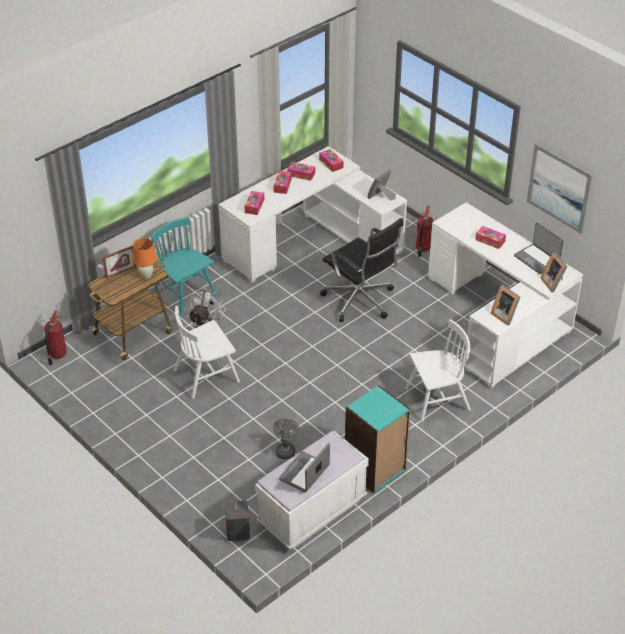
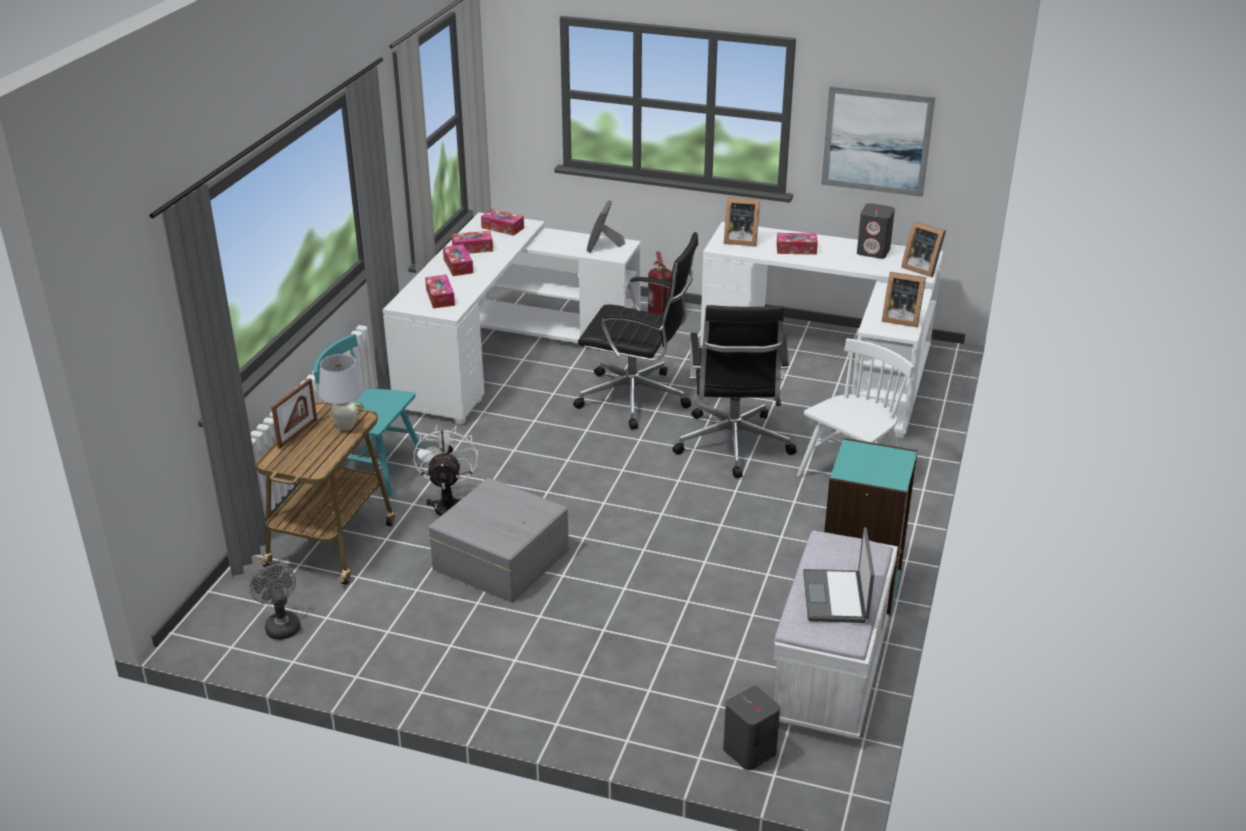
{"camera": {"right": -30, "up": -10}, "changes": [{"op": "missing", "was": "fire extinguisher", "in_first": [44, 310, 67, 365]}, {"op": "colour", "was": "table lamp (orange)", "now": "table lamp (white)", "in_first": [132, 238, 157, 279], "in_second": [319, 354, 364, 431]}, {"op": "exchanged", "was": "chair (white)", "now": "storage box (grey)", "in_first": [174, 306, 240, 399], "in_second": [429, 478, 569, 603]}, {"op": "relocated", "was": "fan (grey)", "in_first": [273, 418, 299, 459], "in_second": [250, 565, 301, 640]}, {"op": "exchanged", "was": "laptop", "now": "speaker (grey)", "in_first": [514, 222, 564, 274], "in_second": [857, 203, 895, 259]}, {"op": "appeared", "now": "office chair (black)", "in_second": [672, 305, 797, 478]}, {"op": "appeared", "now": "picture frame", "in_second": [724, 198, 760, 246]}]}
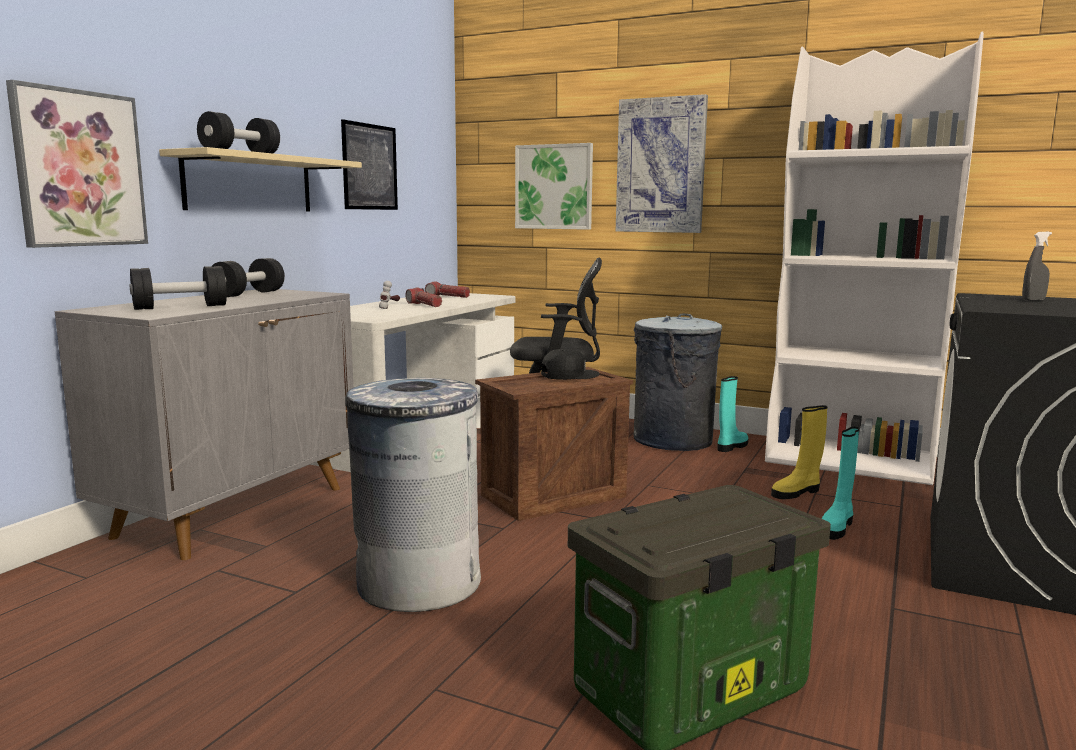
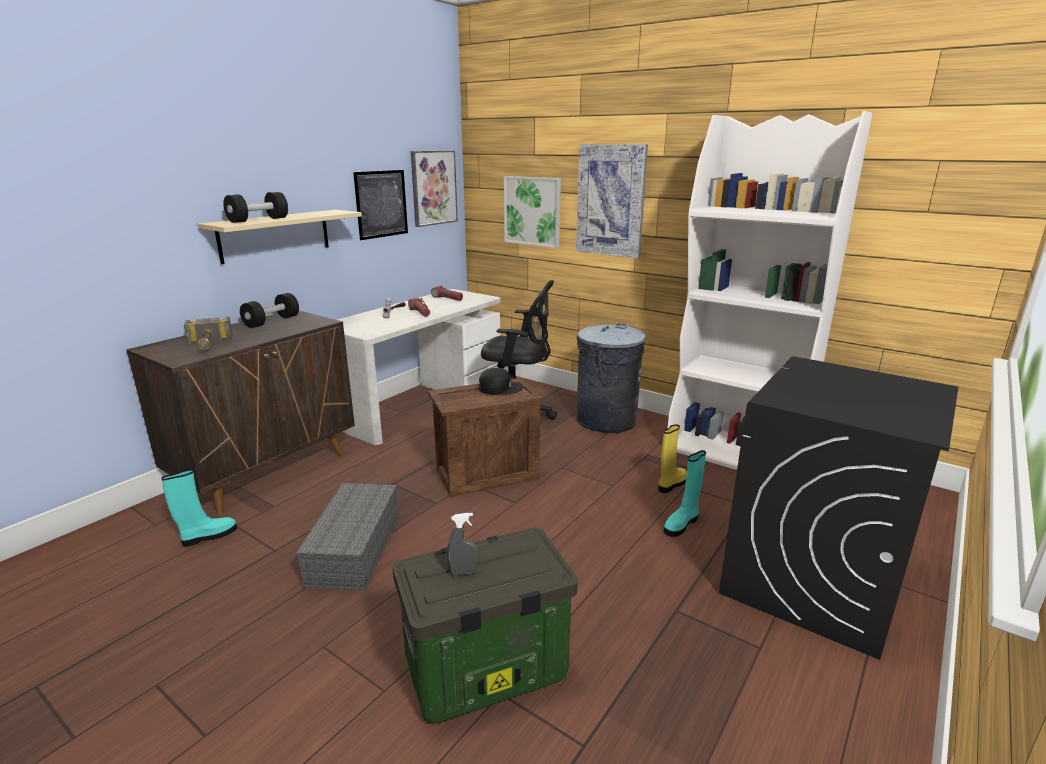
{"camera": {"right": 10, "up": 10}, "changes": [{"op": "relocated", "was": "picture", "in_first": [6, 80, 148, 248], "in_second": [411, 151, 458, 227]}, {"op": "colour", "was": "cabinet (grey)", "now": "cabinet (brown)", "in_first": [55, 289, 353, 560], "in_second": [126, 311, 355, 515]}, {"op": "exchanged", "was": "dumbbell (black)", "now": "hammer", "in_first": [130, 266, 227, 310], "in_second": [184, 317, 233, 350]}, {"op": "exchanged", "was": "trash can (grey)", "now": "storage box (grey)", "in_first": [345, 378, 481, 612], "in_second": [296, 483, 399, 591]}, {"op": "relocated", "was": "boot (turquoise)", "in_first": [718, 376, 748, 452], "in_second": [162, 469, 237, 547]}, {"op": "spun", "was": "boot (yellow)", "in_first": [771, 405, 828, 499], "in_second": [658, 424, 687, 493], "clockwise": 150}, {"op": "relocated", "was": "spray bottle (grey)", "in_first": [1022, 232, 1052, 301], "in_second": [447, 513, 478, 575]}]}
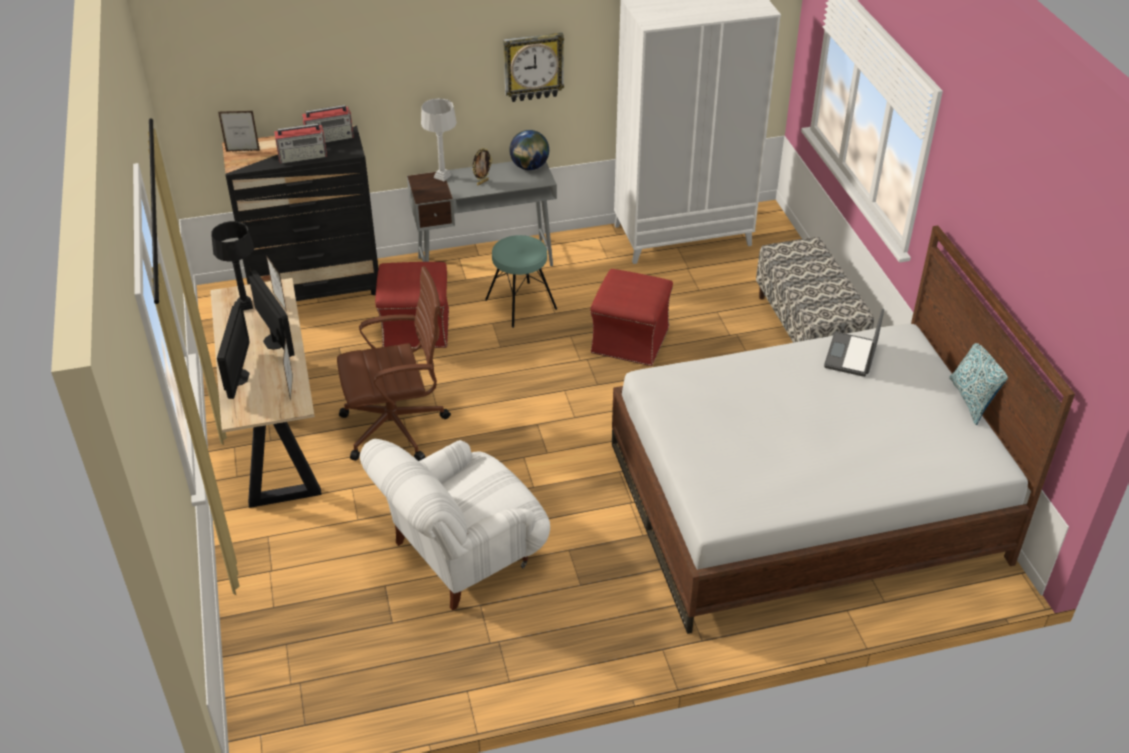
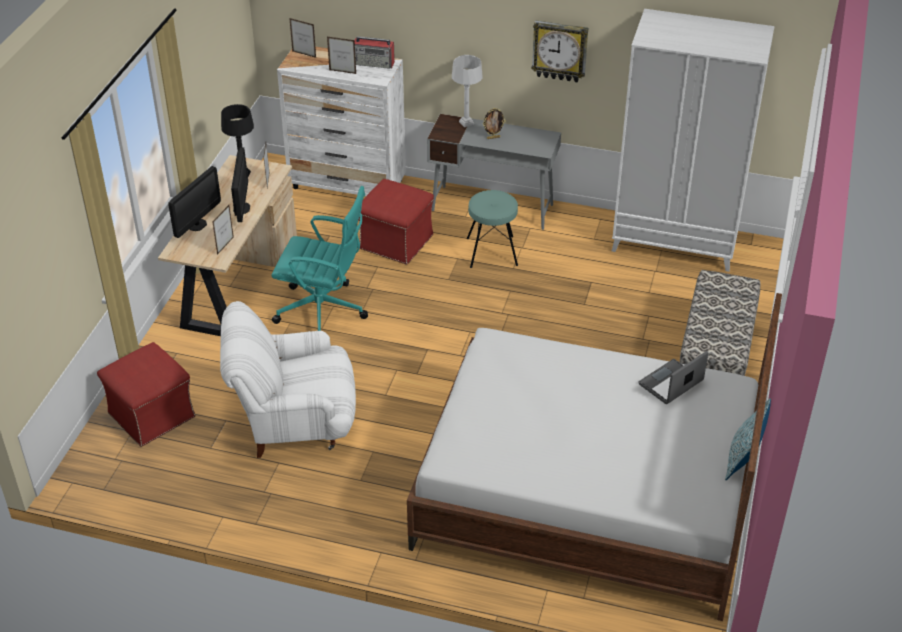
{"camera": {"right": 30, "up": 0}, "changes": [{"op": "colour", "was": "dresser (black)", "now": "dresser (white)", "in_first": [222, 125, 378, 301], "in_second": [277, 46, 406, 196]}, {"op": "exchanged", "was": "radio", "now": "picture frame", "in_first": [274, 124, 327, 163], "in_second": [327, 36, 356, 74]}, {"op": "colour", "was": "office chair (brown)", "now": "office chair (turquoise)", "in_first": [337, 266, 451, 461], "in_second": [271, 186, 368, 331]}, {"op": "missing", "was": "globe", "in_first": [509, 130, 549, 170]}, {"op": "relocated", "was": "ottoman (red)", "in_first": [590, 269, 673, 366], "in_second": [97, 342, 196, 447]}]}
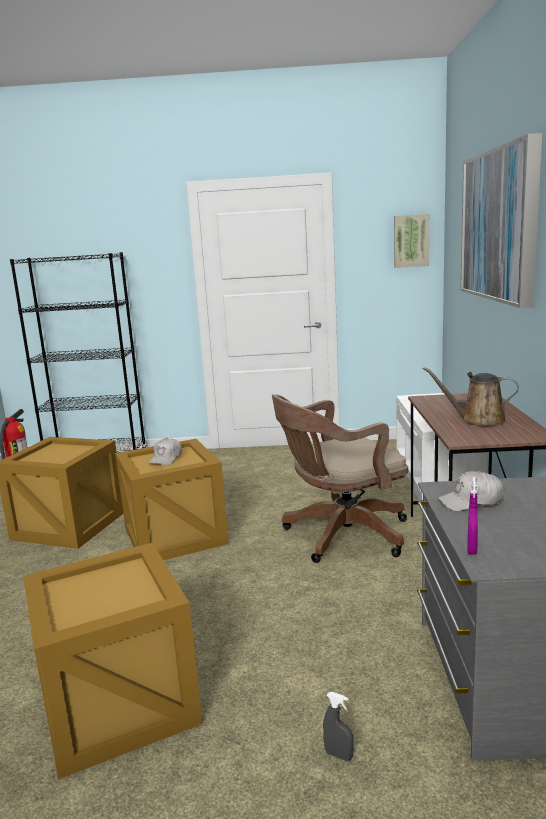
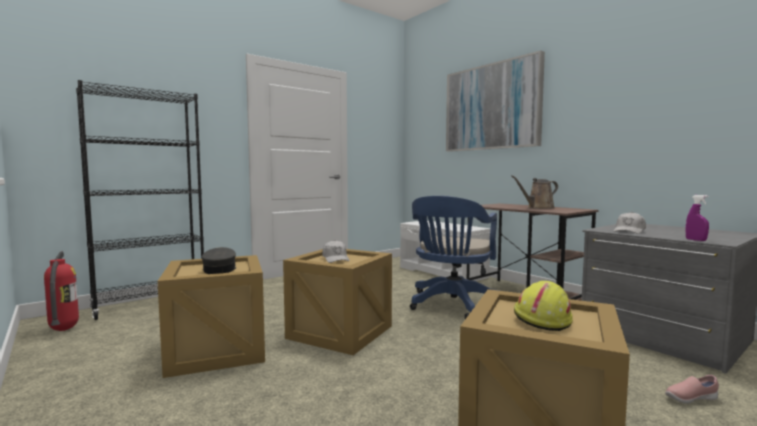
{"camera": {"right": -40, "up": -10}, "changes": [{"op": "colour", "was": "office chair (brown)", "now": "office chair (blue)", "in_first": [272, 394, 408, 563], "in_second": [410, 196, 500, 319]}, {"op": "exchanged", "was": "spray bottle (grey)", "now": "shoe (pink)", "in_first": [323, 692, 354, 761], "in_second": [665, 375, 719, 404]}, {"op": "missing", "was": "picture", "in_first": [394, 214, 429, 268]}, {"op": "appeared", "now": "cap (grey)", "in_second": [202, 247, 236, 274]}, {"op": "appeared", "now": "hard hat (yellow)", "in_second": [514, 281, 573, 331]}]}
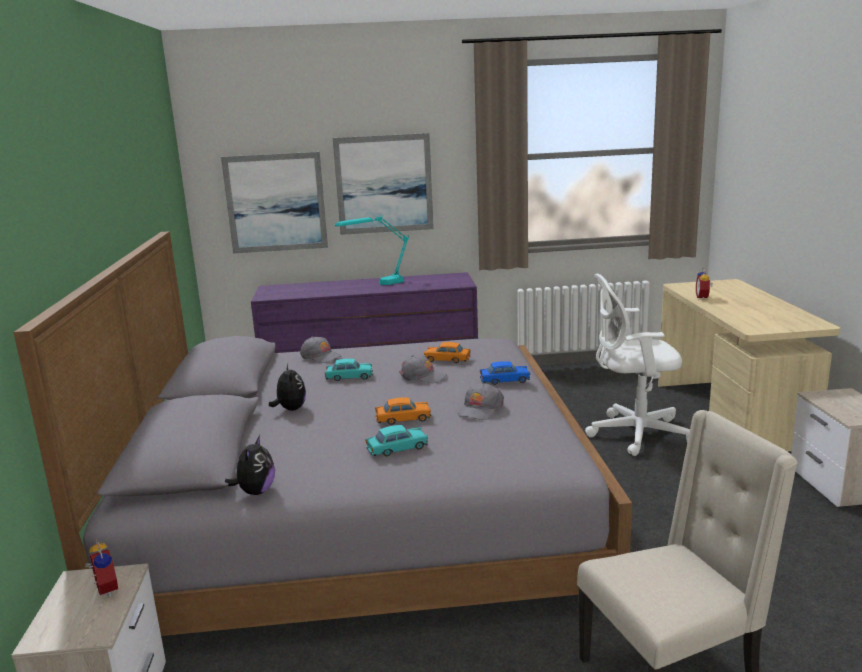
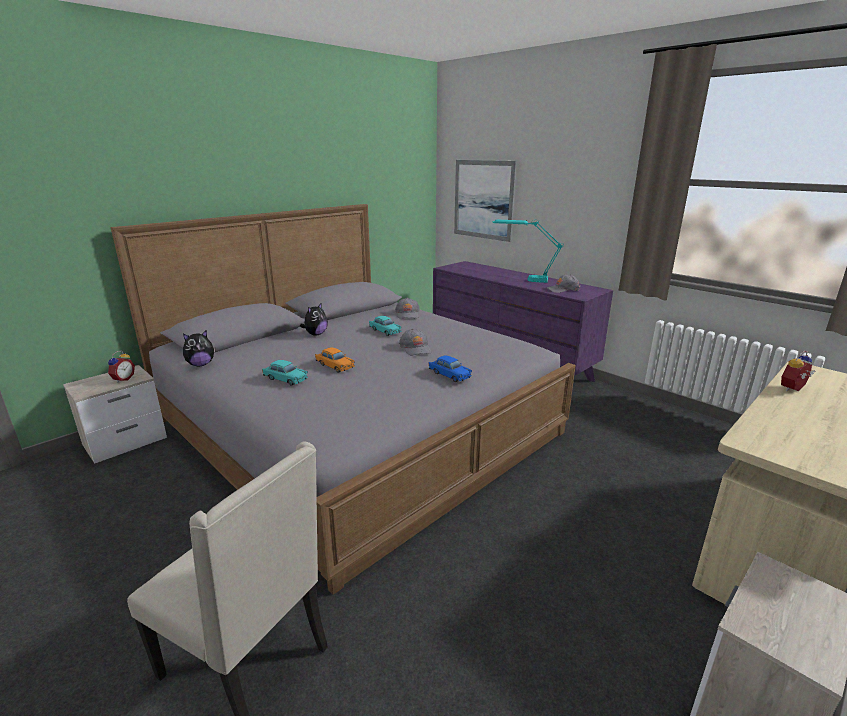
{"camera": {"right": 50, "up": 5}, "changes": [{"op": "missing", "was": "picture", "in_first": [333, 133, 434, 235]}, {"op": "missing", "was": "toy car (orange)", "in_first": [424, 342, 471, 363]}, {"op": "relocated", "was": "cap (grey)", "in_first": [458, 383, 504, 420], "in_second": [547, 274, 581, 293]}, {"op": "missing", "was": "office chair (white)", "in_first": [585, 273, 690, 456]}]}
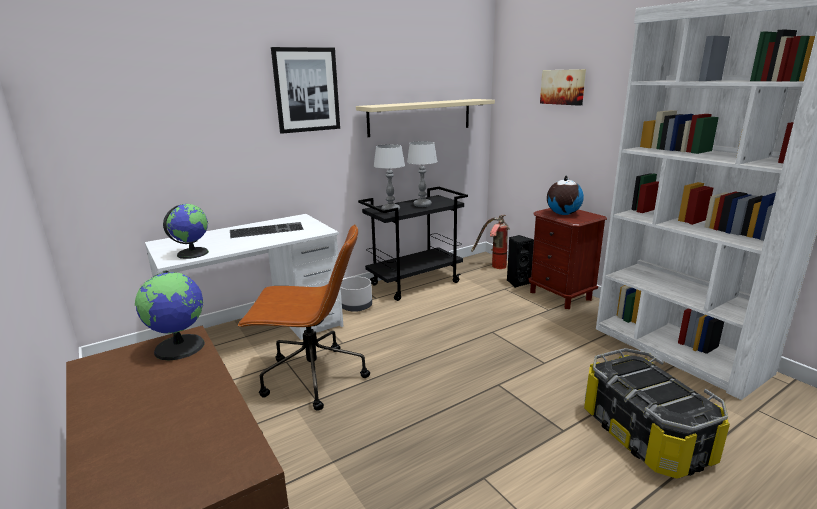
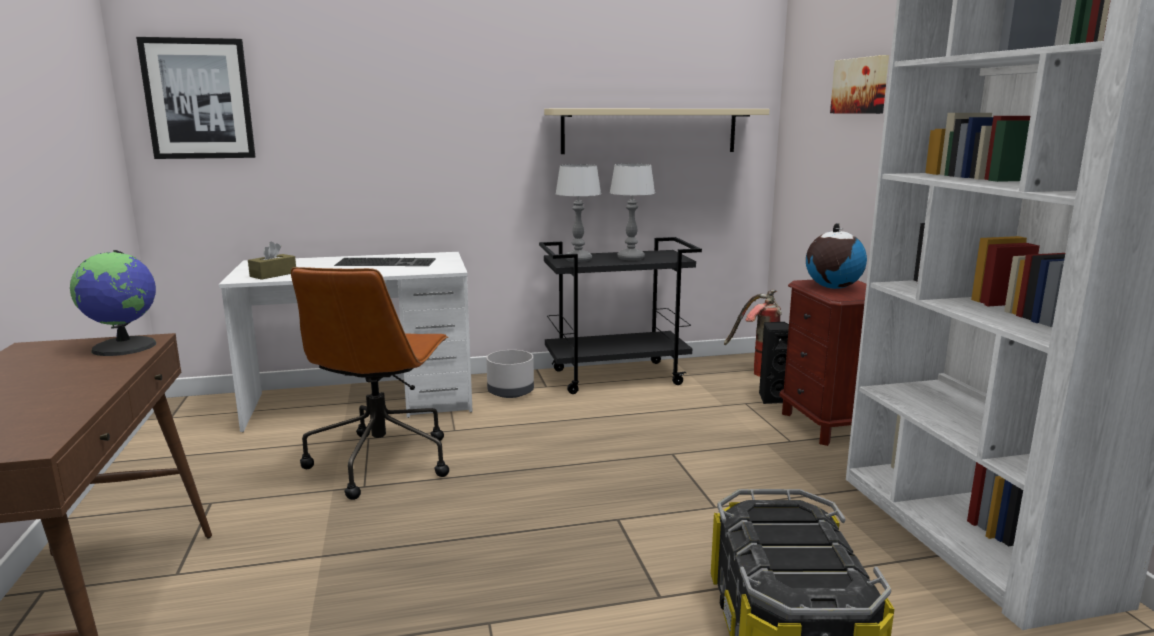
{"camera": {"right": 20, "up": -5}, "changes": [{"op": "exchanged", "was": "globe", "now": "tissue box (brown)", "in_first": [163, 204, 209, 259], "in_second": [248, 242, 296, 280]}, {"op": "spun", "was": "office chair (brown)", "in_first": [238, 224, 370, 411], "in_second": [291, 267, 449, 500], "clockwise": 75}, {"op": "relocated", "was": "picture", "in_first": [271, 47, 340, 134], "in_second": [136, 37, 255, 159]}]}
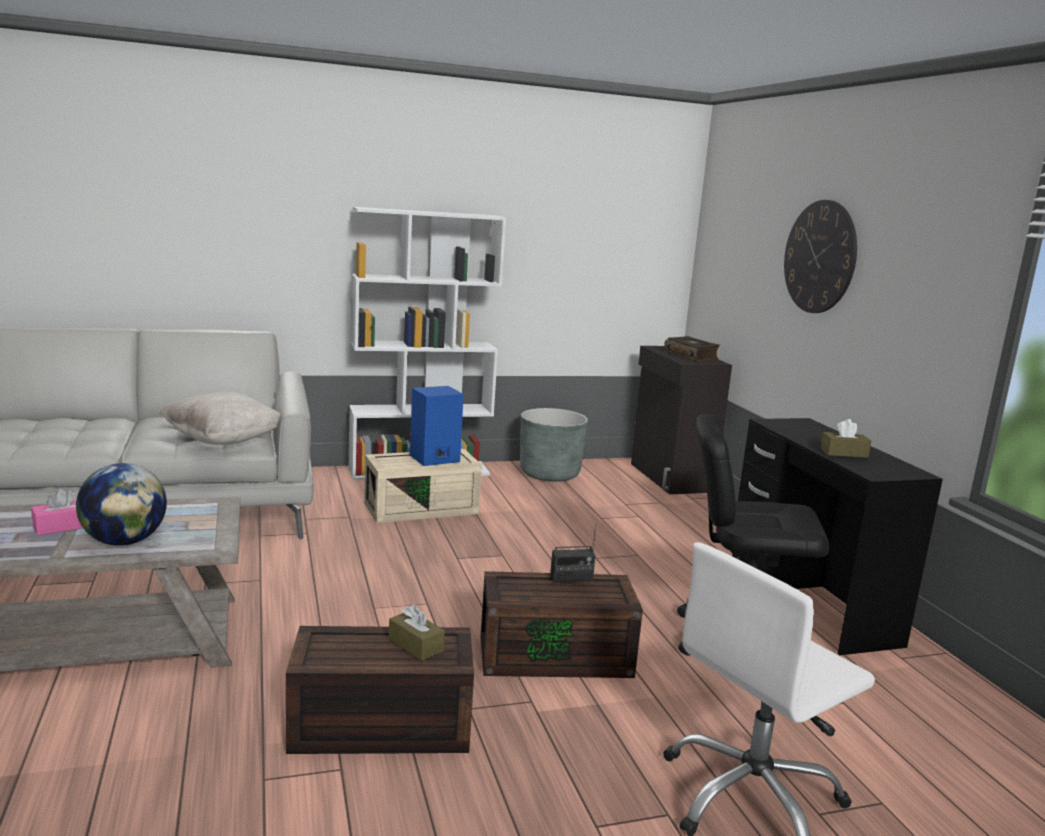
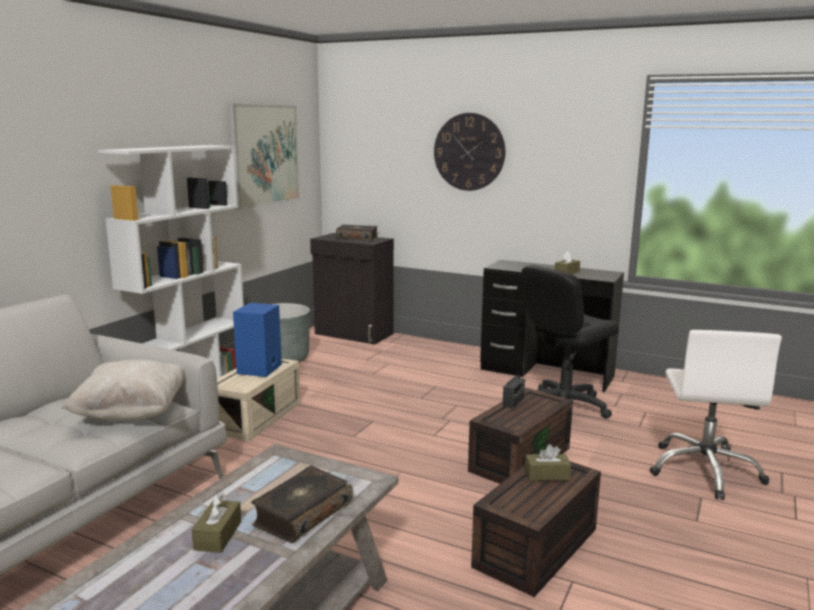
{"camera": {"right": -45, "up": 0}, "changes": [{"op": "colour", "was": "tissue box (pink)", "now": "tissue box (brown)", "in_first": [31, 488, 83, 535], "in_second": [192, 492, 241, 553]}, {"op": "exchanged", "was": "globe", "now": "book", "in_first": [76, 463, 167, 546], "in_second": [251, 466, 353, 543]}, {"op": "appeared", "now": "picture", "in_second": [229, 104, 299, 210]}]}
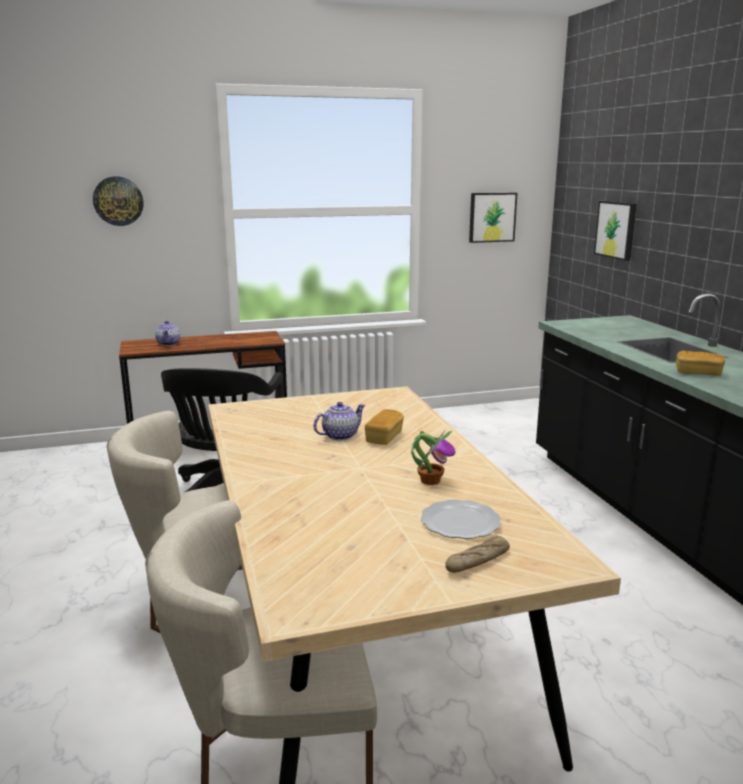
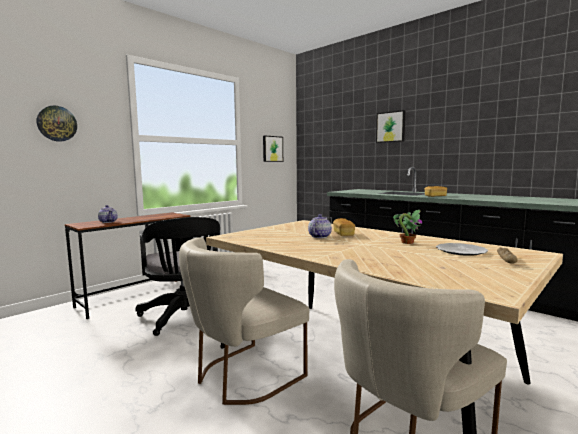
{"camera": {"right": -30, "up": -10}, "changes": [{"op": "relocated", "was": "picture", "in_first": [594, 201, 637, 261], "in_second": [376, 110, 406, 143]}]}
